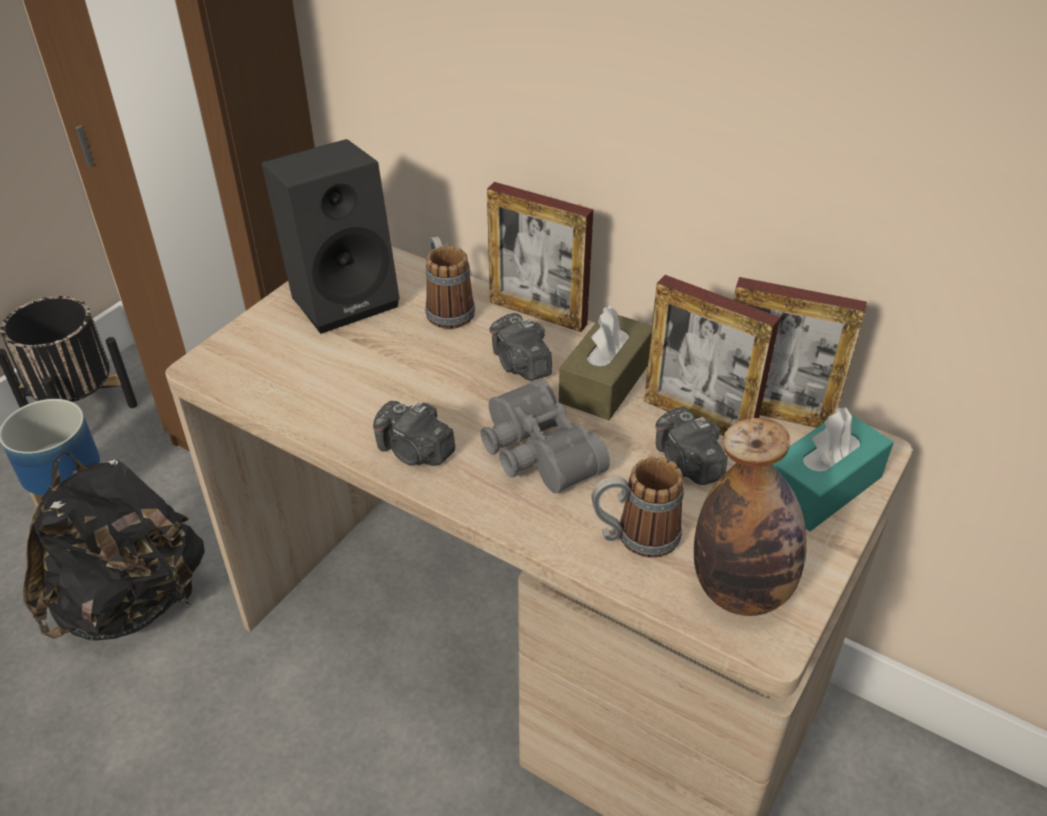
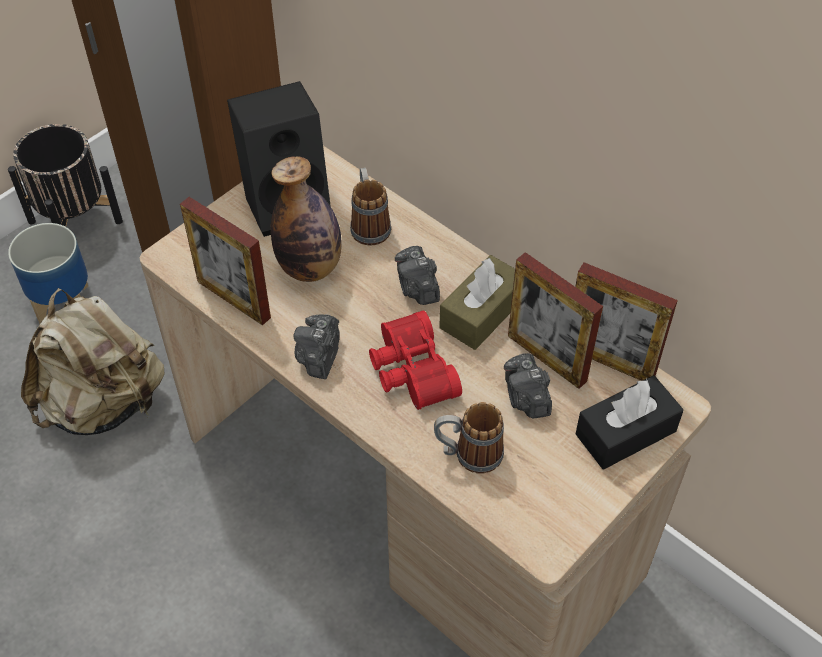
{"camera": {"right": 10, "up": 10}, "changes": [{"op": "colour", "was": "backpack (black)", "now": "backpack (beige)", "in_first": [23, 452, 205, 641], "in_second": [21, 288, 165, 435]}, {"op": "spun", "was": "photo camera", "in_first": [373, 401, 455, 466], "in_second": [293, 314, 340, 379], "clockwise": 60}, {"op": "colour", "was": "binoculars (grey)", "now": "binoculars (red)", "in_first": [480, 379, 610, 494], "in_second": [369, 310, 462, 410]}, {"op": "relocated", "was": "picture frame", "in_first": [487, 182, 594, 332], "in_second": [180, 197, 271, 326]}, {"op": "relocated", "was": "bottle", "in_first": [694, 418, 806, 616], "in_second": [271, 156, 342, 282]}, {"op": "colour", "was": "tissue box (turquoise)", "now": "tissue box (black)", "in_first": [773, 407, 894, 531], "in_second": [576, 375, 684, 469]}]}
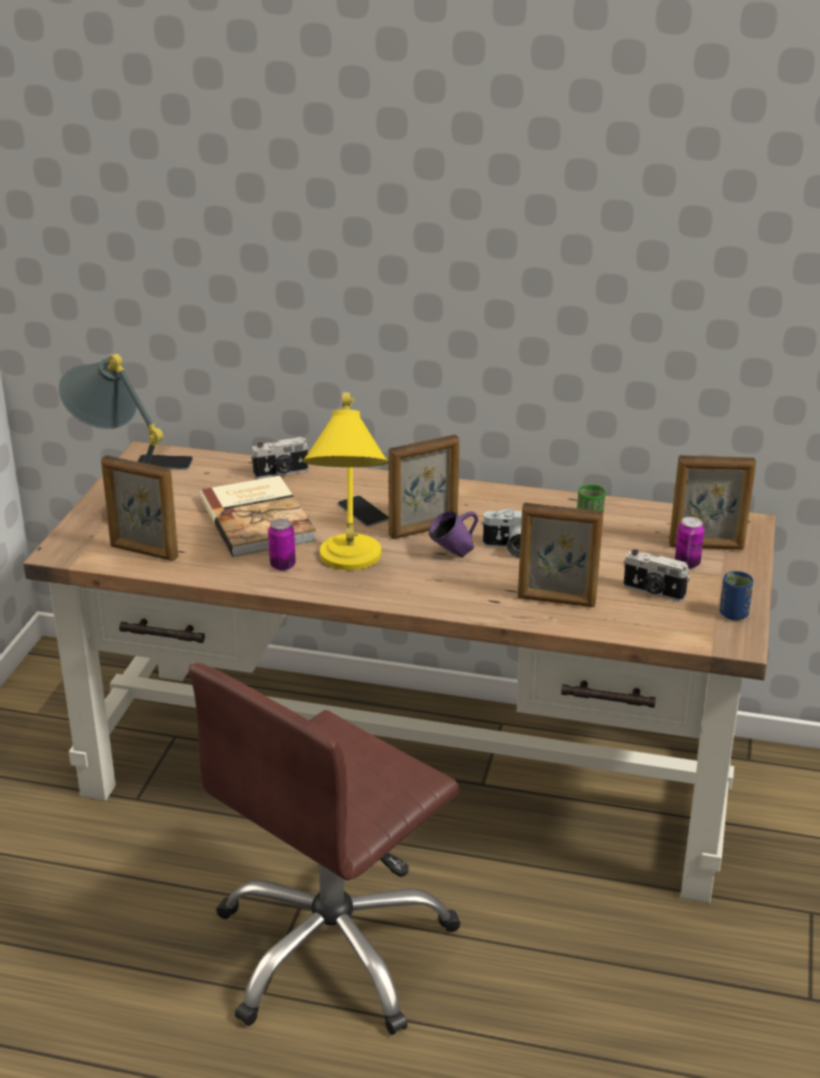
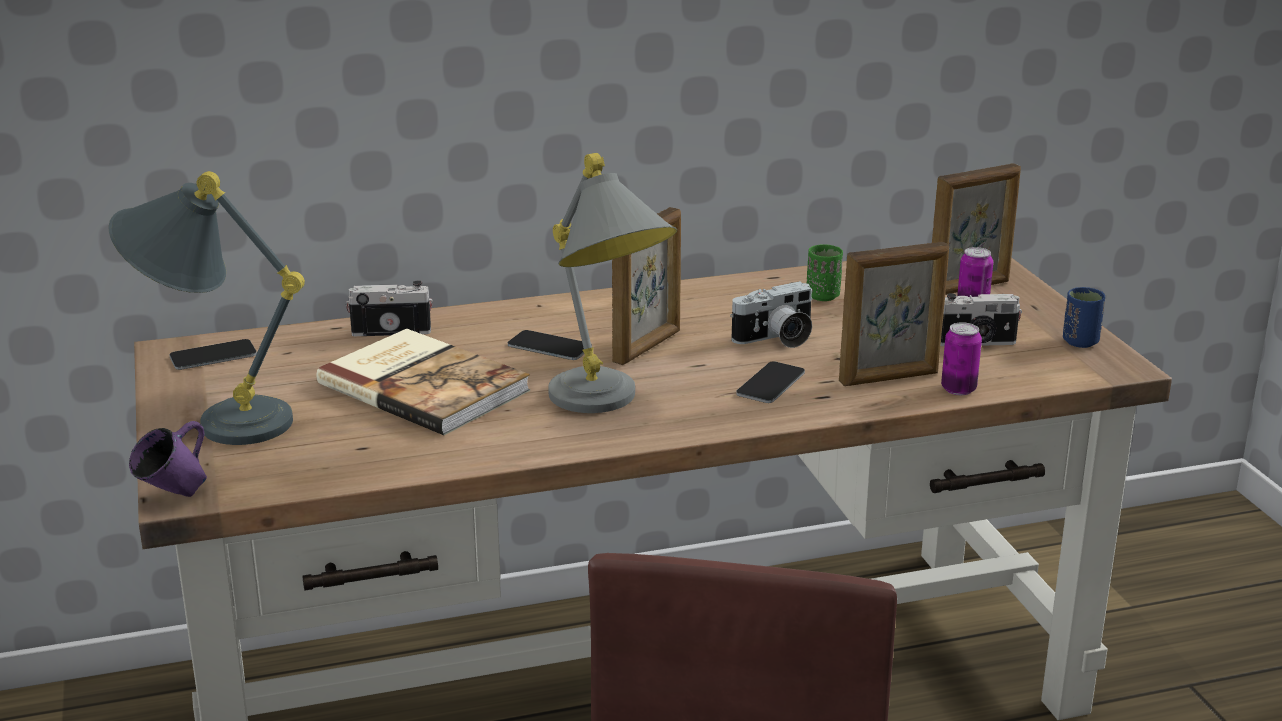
{"camera": {"right": -30, "up": -5}, "changes": [{"op": "missing", "was": "picture frame", "in_first": [101, 455, 178, 561]}, {"op": "spun", "was": "photo camera", "in_first": [251, 437, 309, 479], "in_second": [346, 280, 433, 336], "clockwise": -135}, {"op": "relocated", "was": "can", "in_first": [268, 519, 296, 571], "in_second": [941, 322, 982, 395]}, {"op": "colour", "was": "table lamp (yellow)", "now": "table lamp (grey)", "in_first": [302, 393, 389, 570], "in_second": [548, 153, 677, 413]}, {"op": "relocated", "was": "mug (purple)", "in_first": [429, 511, 478, 557], "in_second": [129, 421, 207, 497]}, {"op": "appeared", "now": "phone", "in_second": [736, 361, 805, 403]}]}
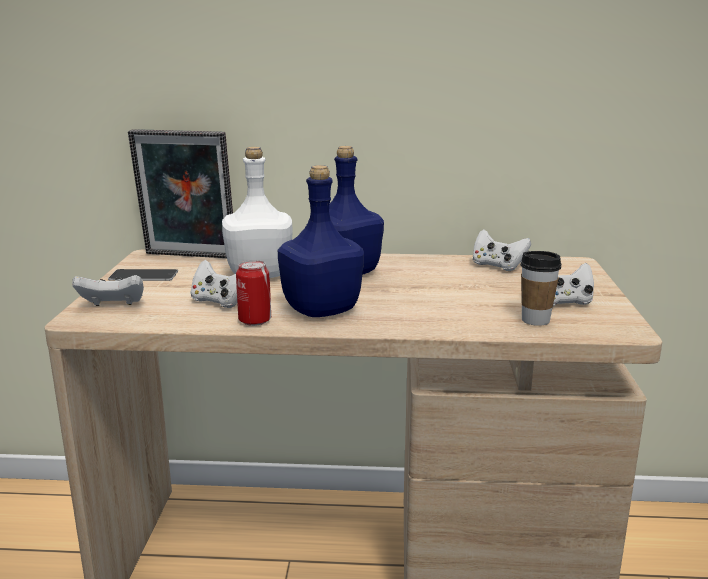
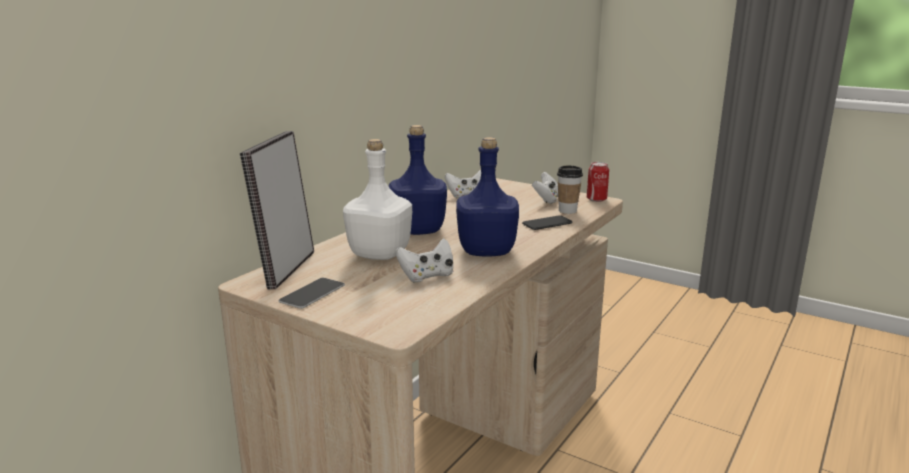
{"camera": {"right": -60, "up": 0}, "changes": [{"op": "missing", "was": "game controller (white)", "in_first": [72, 275, 144, 306]}, {"op": "spun", "was": "picture frame", "in_first": [128, 129, 233, 258], "in_second": [240, 131, 314, 290], "clockwise": 150}, {"op": "relocated", "was": "can", "in_first": [236, 260, 271, 326], "in_second": [587, 162, 609, 202]}, {"op": "appeared", "now": "phone", "in_second": [522, 215, 573, 230]}]}
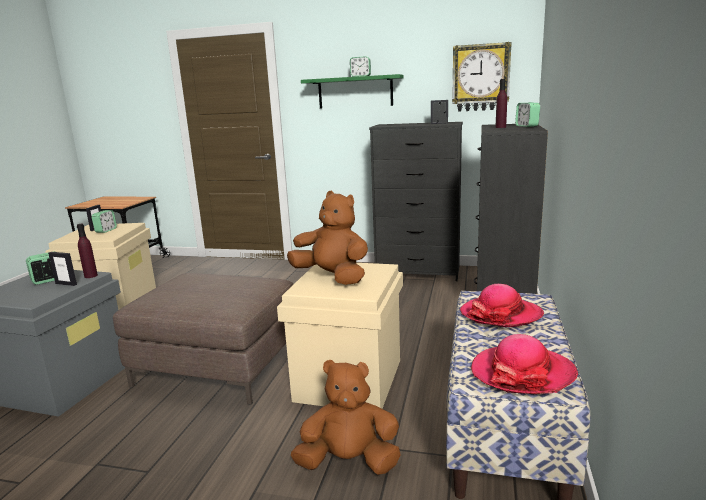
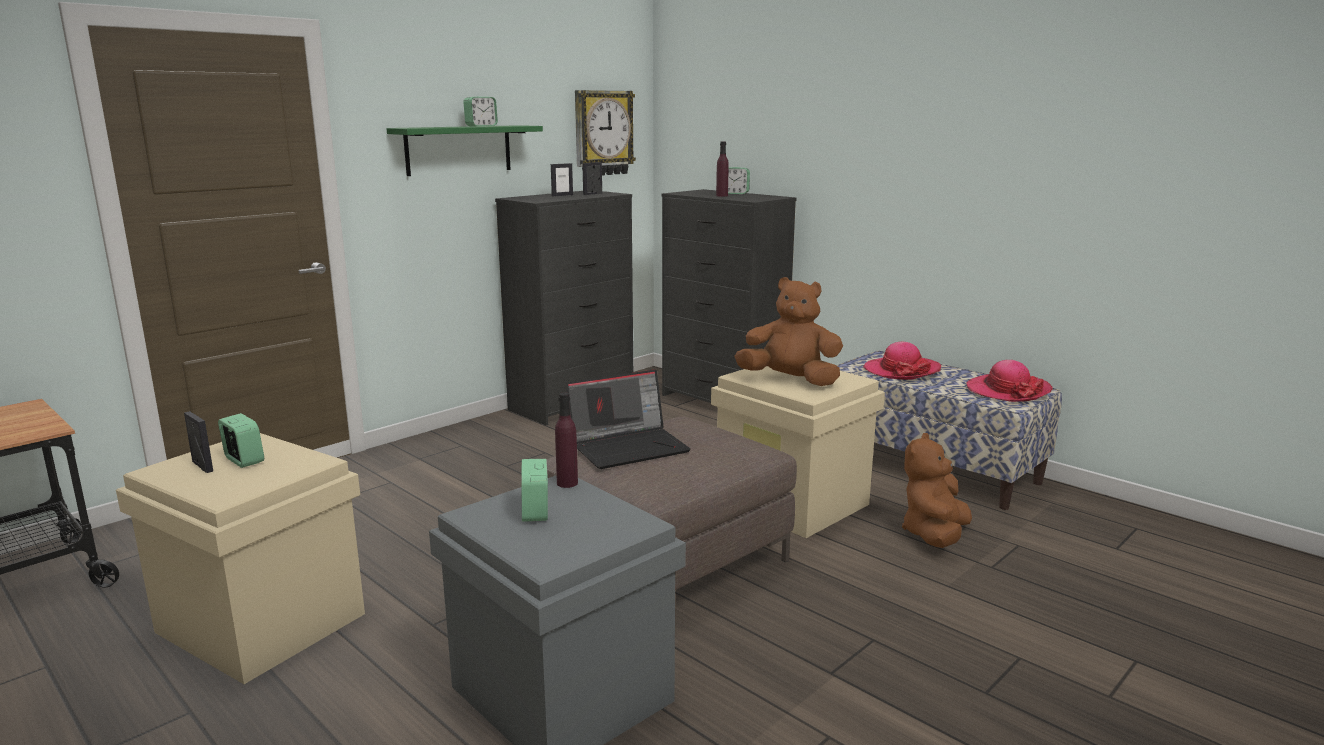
{"camera": {"right": -60, "up": 0}, "changes": [{"op": "relocated", "was": "picture frame", "in_first": [48, 252, 77, 286], "in_second": [551, 163, 573, 197]}, {"op": "spun", "was": "plush toy (brown)", "in_first": [287, 191, 368, 285], "in_second": [734, 277, 843, 386], "clockwise": 45}, {"op": "appeared", "now": "laptop", "in_second": [566, 369, 691, 469]}]}
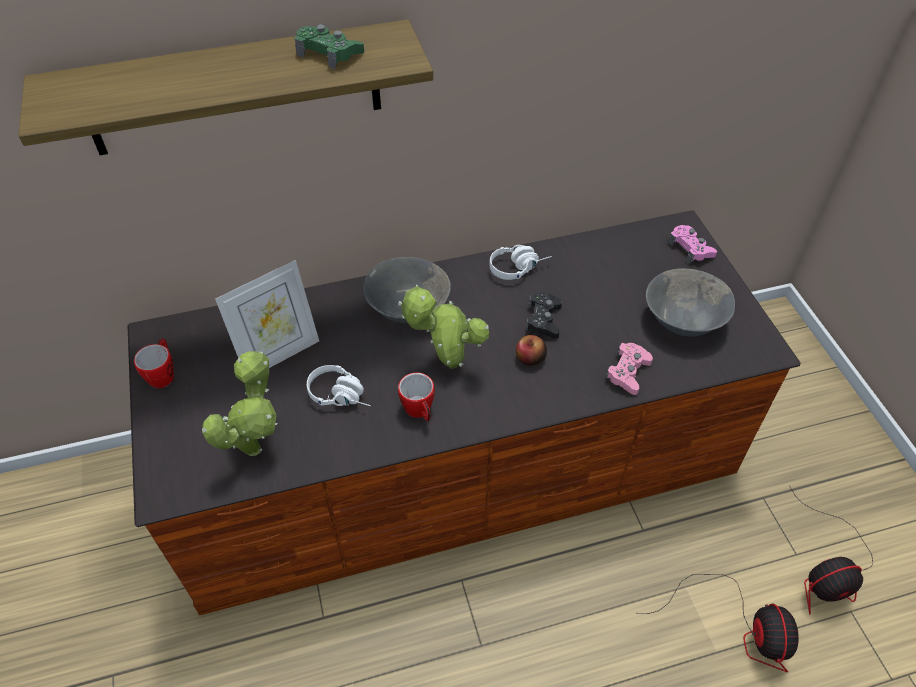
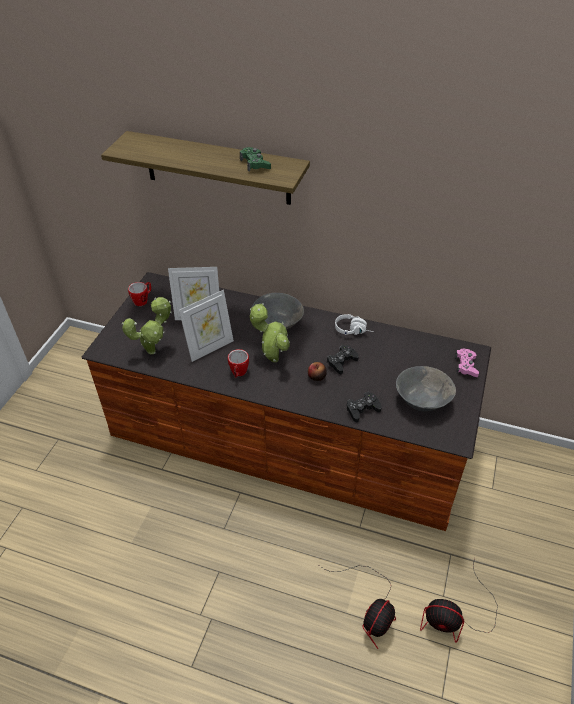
{"camera": {"right": 35, "up": -5}, "changes": [{"op": "exchanged", "was": "headphones (white)", "now": "picture frame", "in_first": [307, 365, 371, 406], "in_second": [179, 290, 234, 362]}, {"op": "colour", "was": "game controller (pink)", "now": "game controller (black)", "in_first": [605, 343, 653, 395], "in_second": [347, 392, 382, 423]}]}
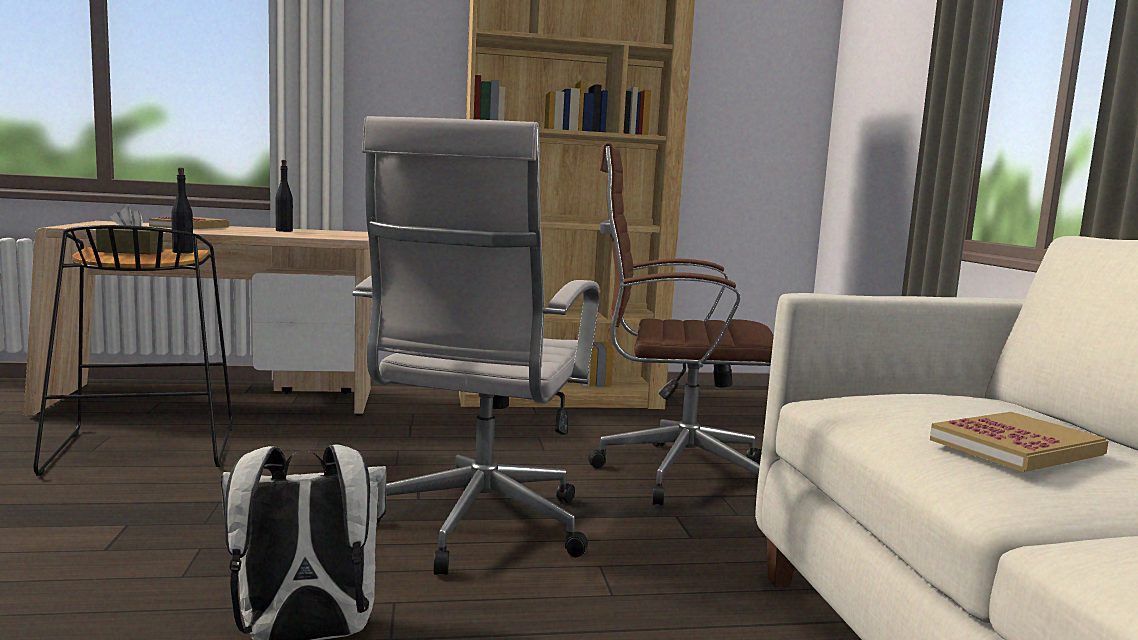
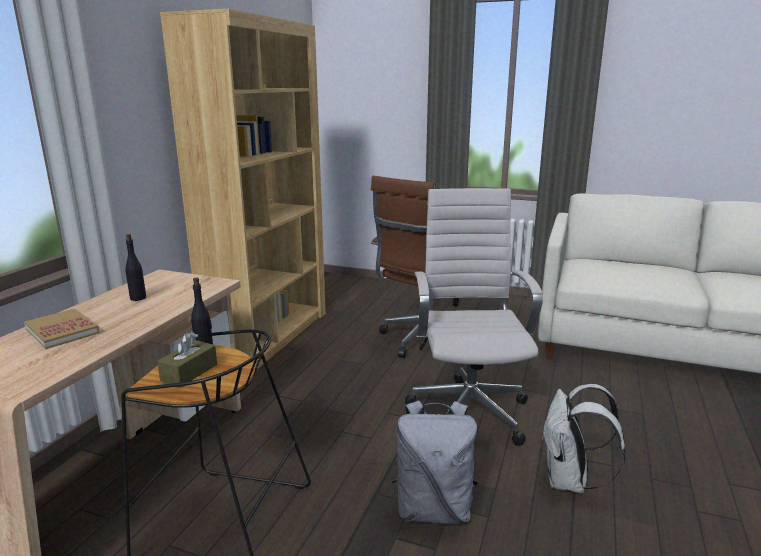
{"camera": {"right": -60, "up": 10}, "changes": [{"op": "spun", "was": "office chair (white)", "in_first": [352, 116, 600, 575], "in_second": [405, 188, 543, 446], "clockwise": -135}, {"op": "missing", "was": "book", "in_first": [930, 412, 1109, 472]}, {"op": "appeared", "now": "backpack (grey)", "in_second": [392, 400, 478, 524]}]}
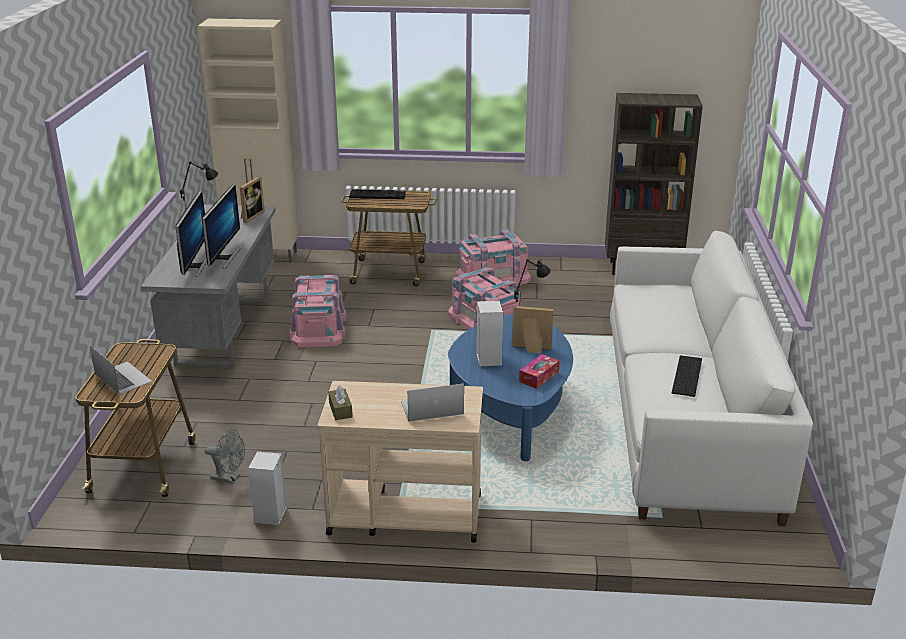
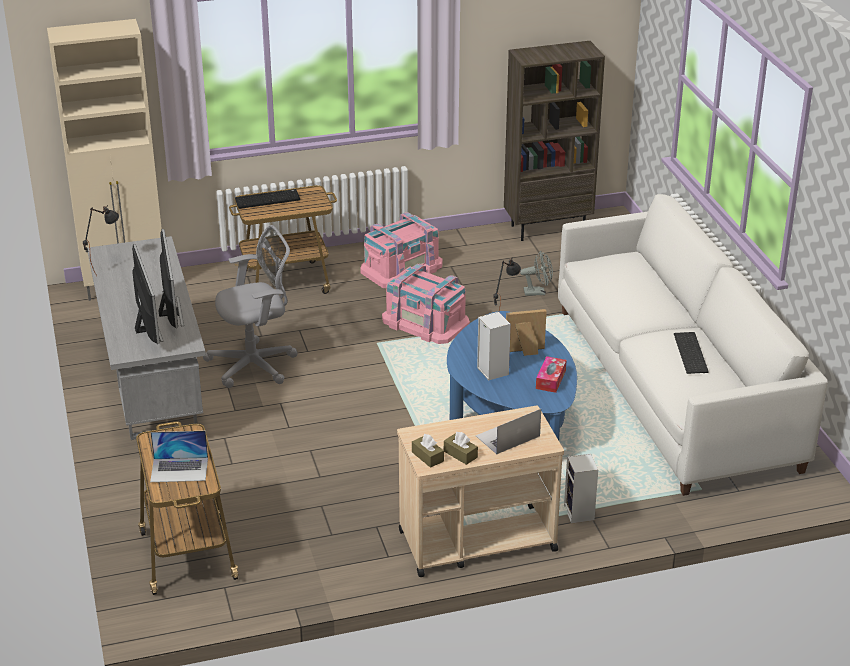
{"camera": {"right": -20, "up": 5}, "changes": [{"op": "spun", "was": "laptop", "in_first": [90, 346, 152, 394], "in_second": [150, 431, 208, 482], "clockwise": 150}, {"op": "relocated", "was": "fan (grey)", "in_first": [205, 429, 245, 484], "in_second": [520, 251, 553, 296]}, {"op": "missing", "was": "picture frame", "in_first": [240, 176, 265, 223]}, {"op": "relocated", "was": "speaker", "in_first": [248, 451, 287, 525], "in_second": [564, 454, 598, 524]}, {"op": "exchanged", "was": "storage box (pink)", "now": "office chair (grey)", "in_first": [290, 275, 346, 347], "in_second": [203, 225, 298, 388]}, {"op": "appeared", "now": "tissue box (brown)", "in_second": [444, 432, 478, 465]}]}
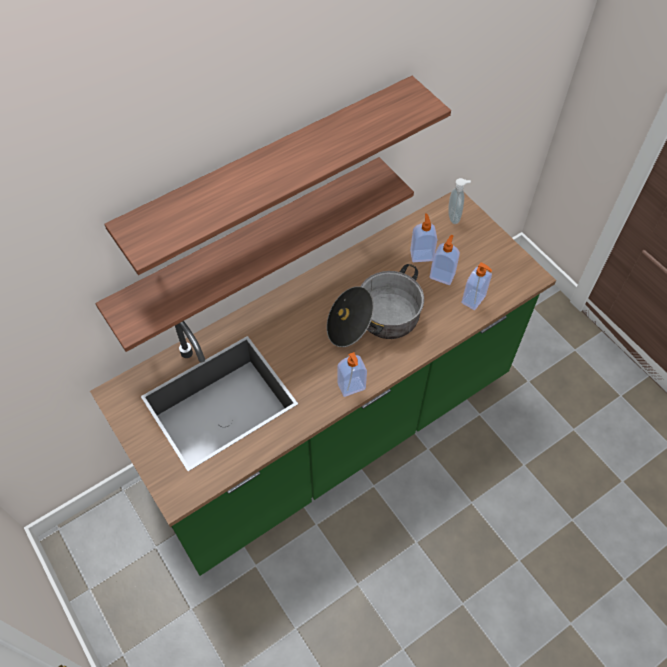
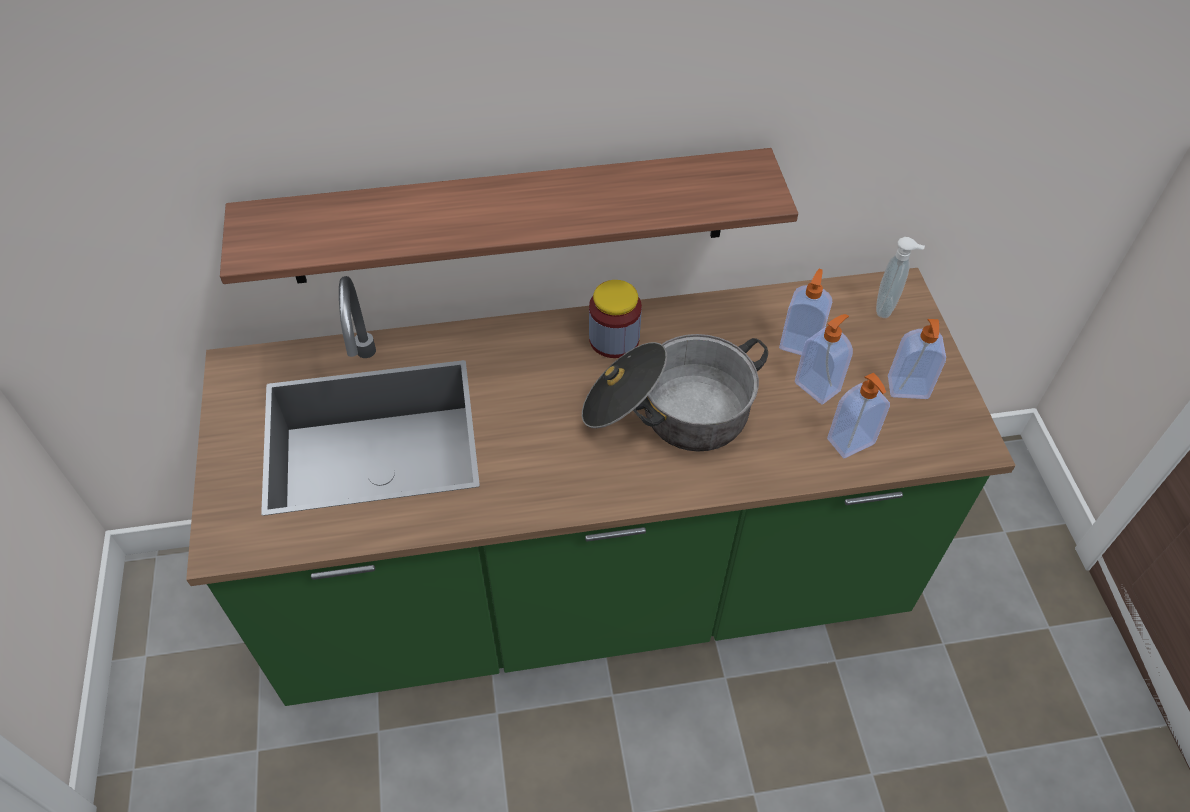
{"camera": {"right": 25, "up": -5}, "changes": [{"op": "missing", "was": "shelf", "in_first": [104, 76, 451, 275]}, {"op": "relocated", "was": "soap dispenser", "in_first": [337, 352, 367, 397], "in_second": [888, 319, 946, 399]}, {"op": "appeared", "now": "jar", "in_second": [589, 280, 642, 358]}]}
